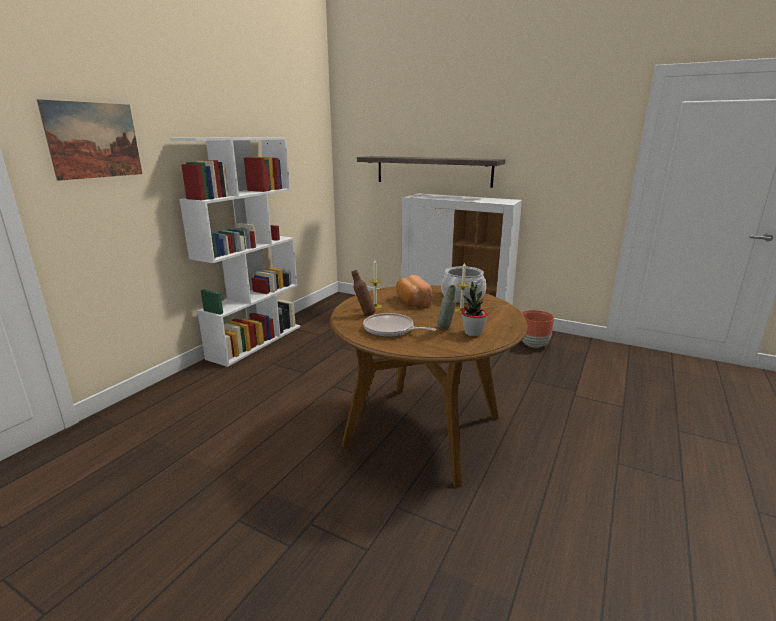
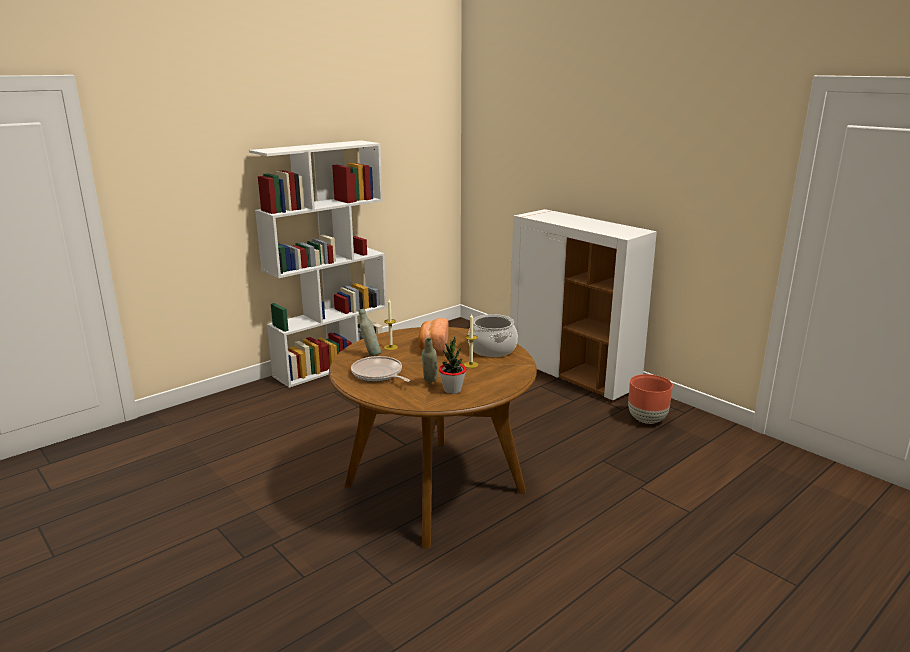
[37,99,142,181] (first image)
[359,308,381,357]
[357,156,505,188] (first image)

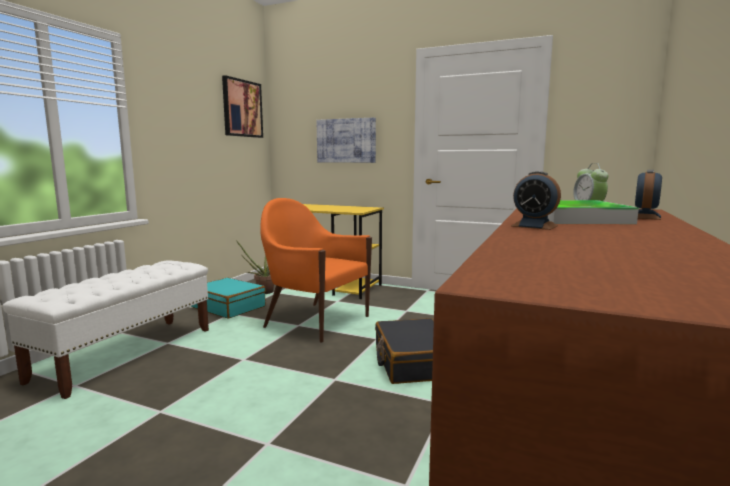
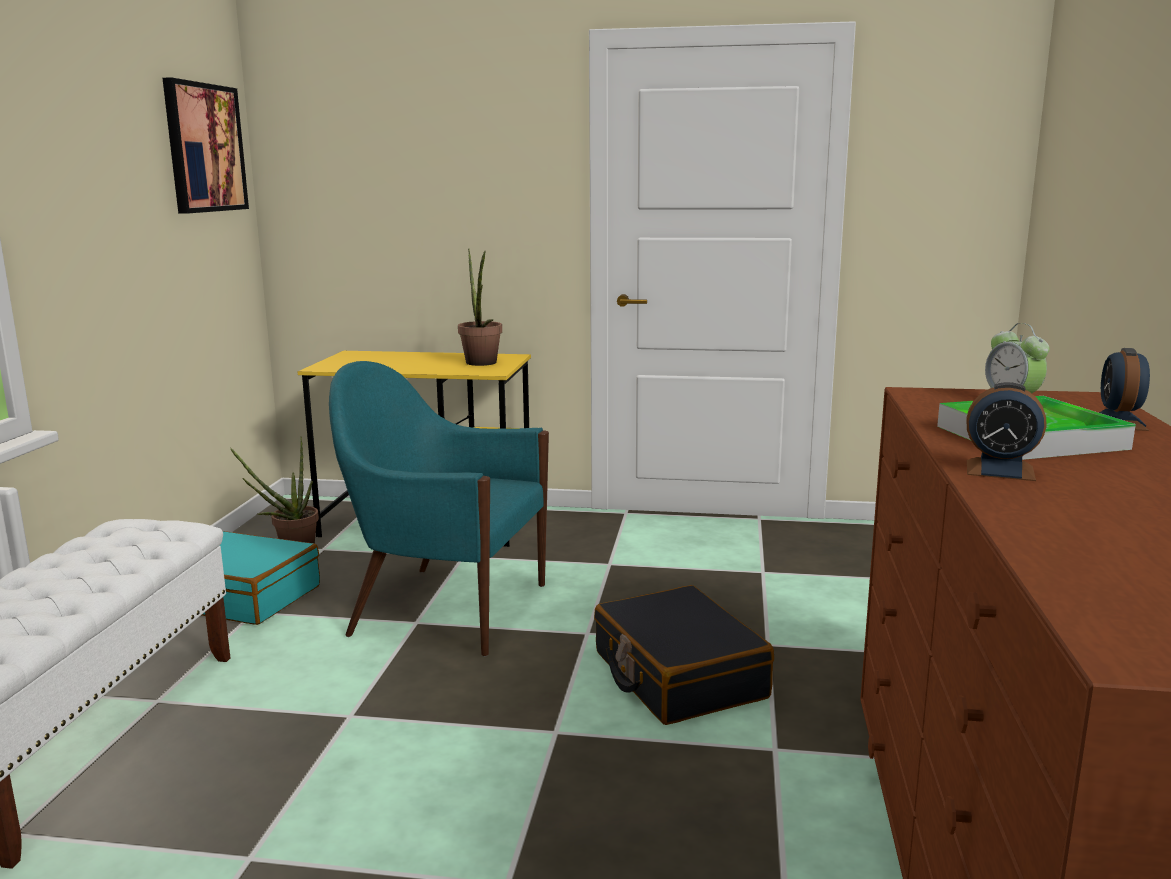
[329,361,549,657]
[317,117,376,163] (first image)
[458,249,502,366]

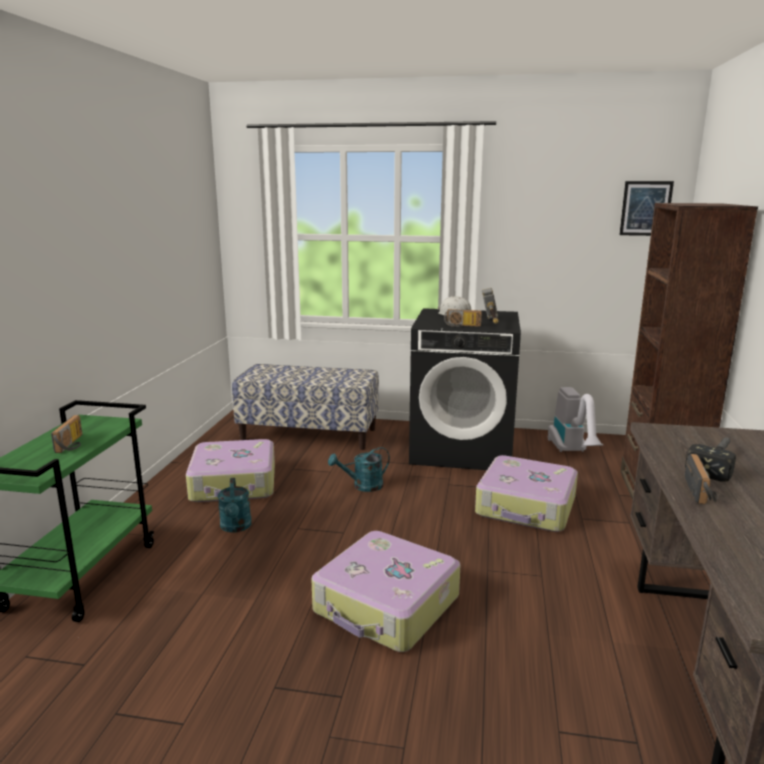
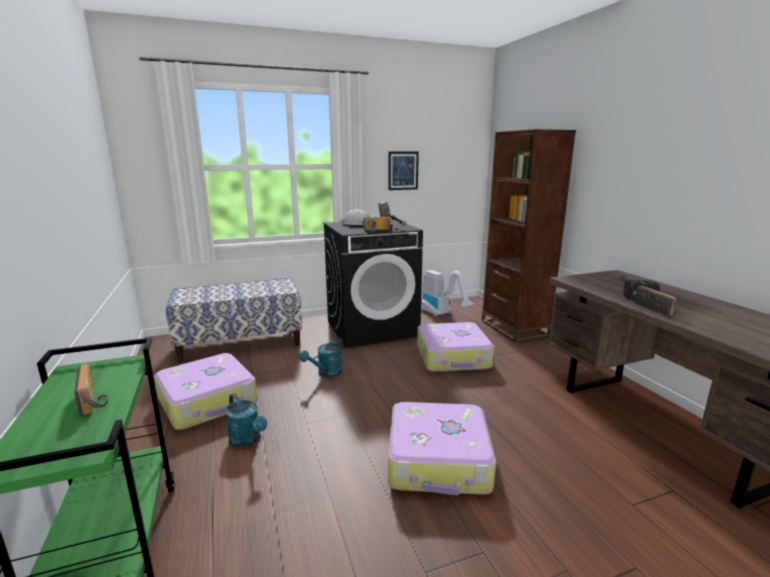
[388,152,419,190]

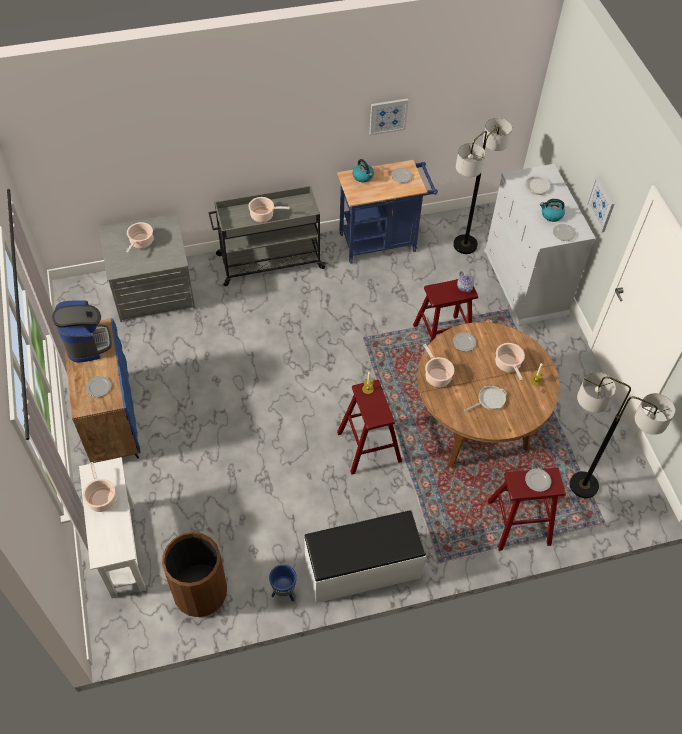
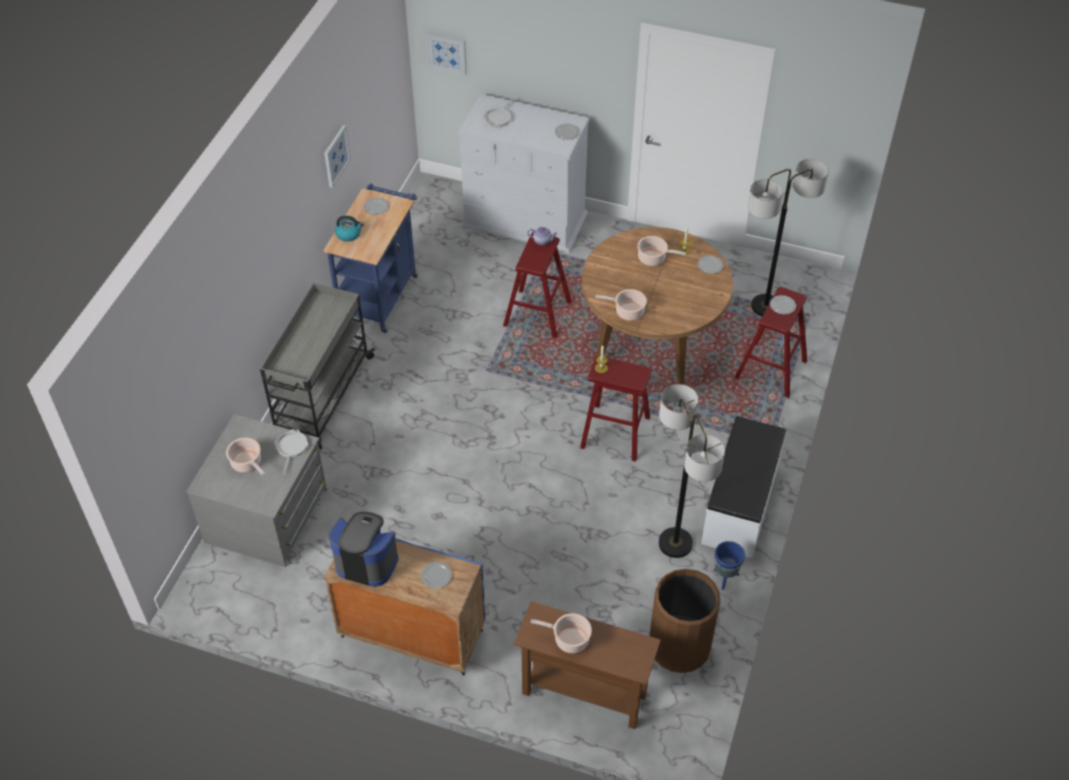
[514,601,661,729]
[248,197,290,222] (first image)
[659,384,725,558]
[698,256,723,274]
[275,429,308,475]
[540,199,565,222] (first image)
[425,32,467,76]

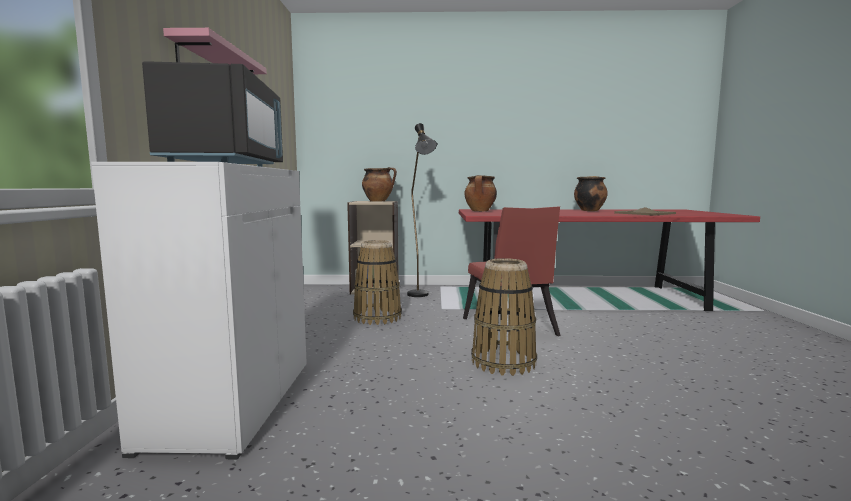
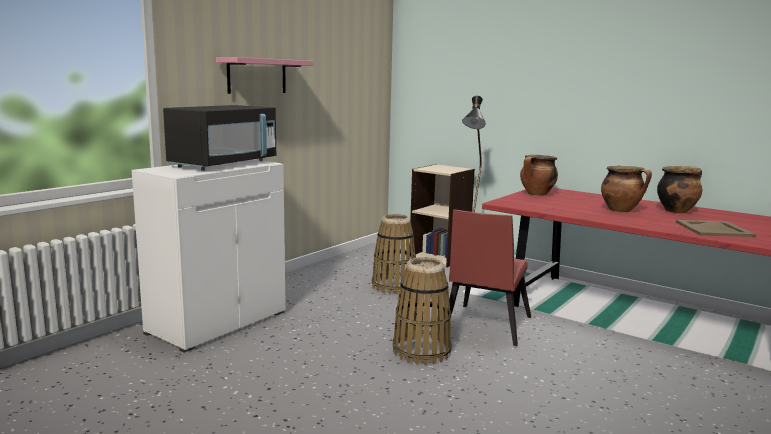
[601,166,652,212]

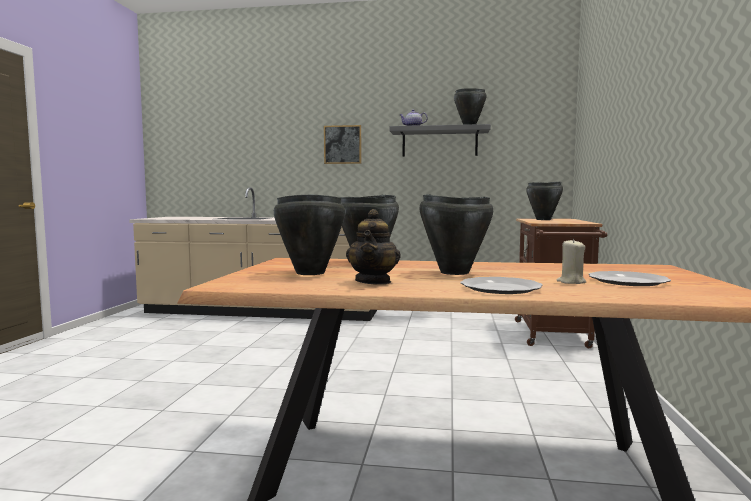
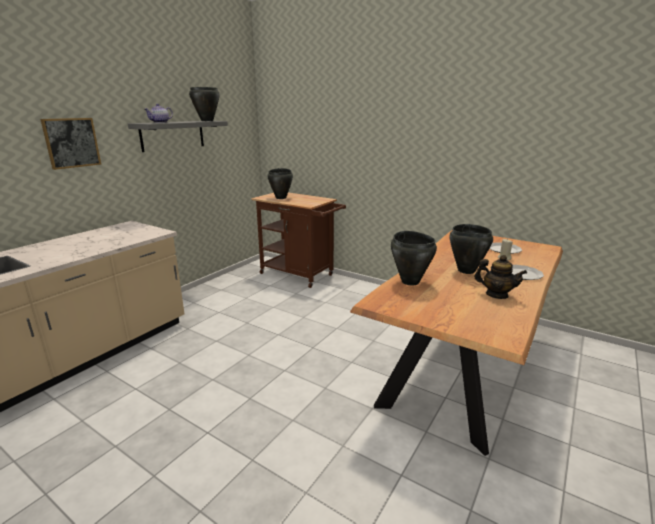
[274,194,345,275] (first image)

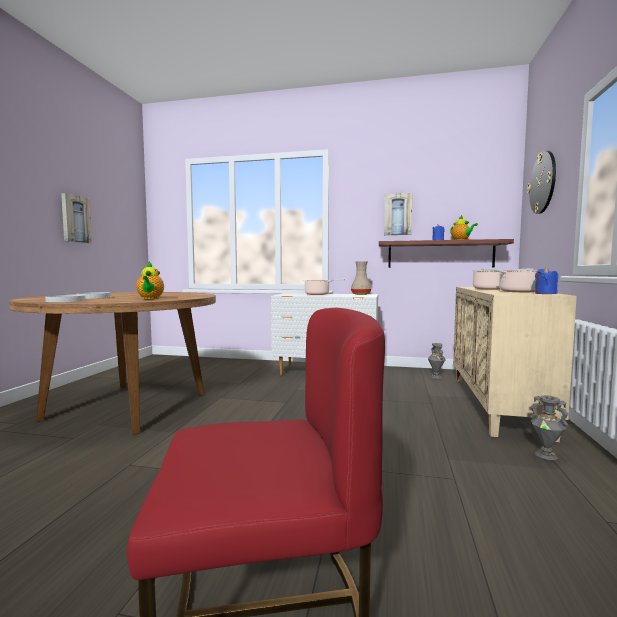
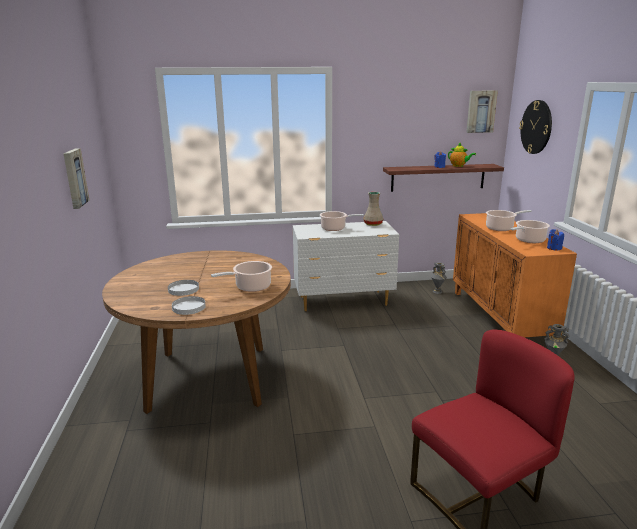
[211,261,272,292]
[466,90,498,133]
[453,213,577,338]

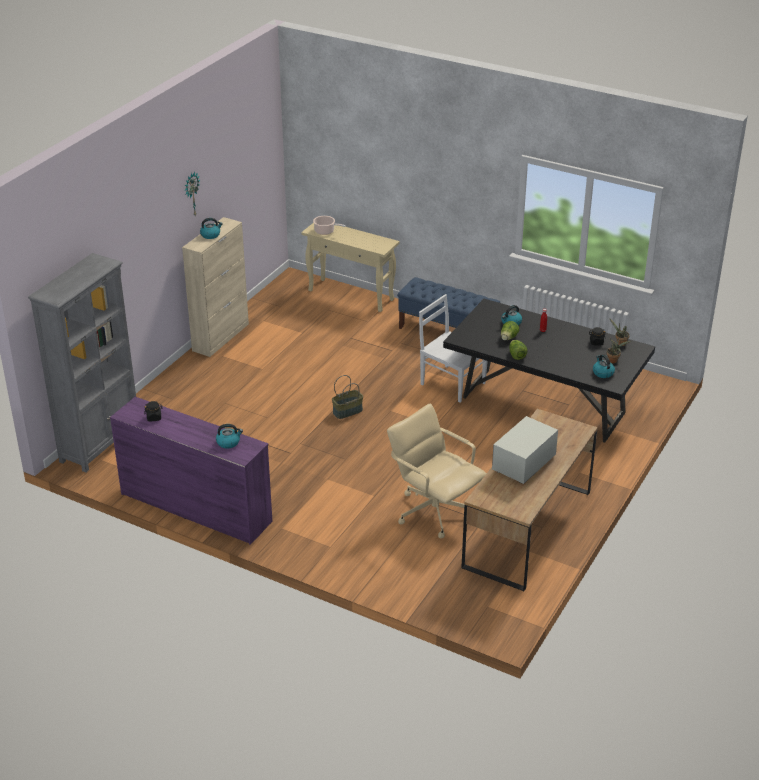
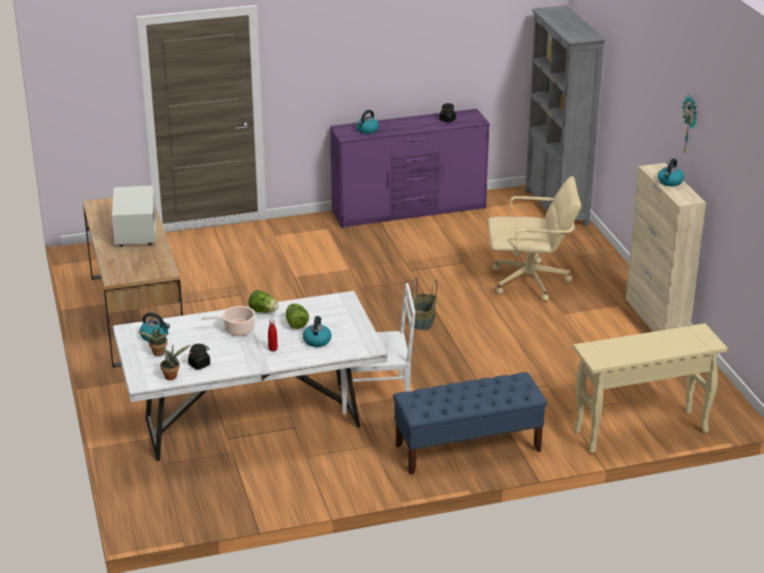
[201,306,256,336]
[488,176,581,301]
[113,291,388,461]

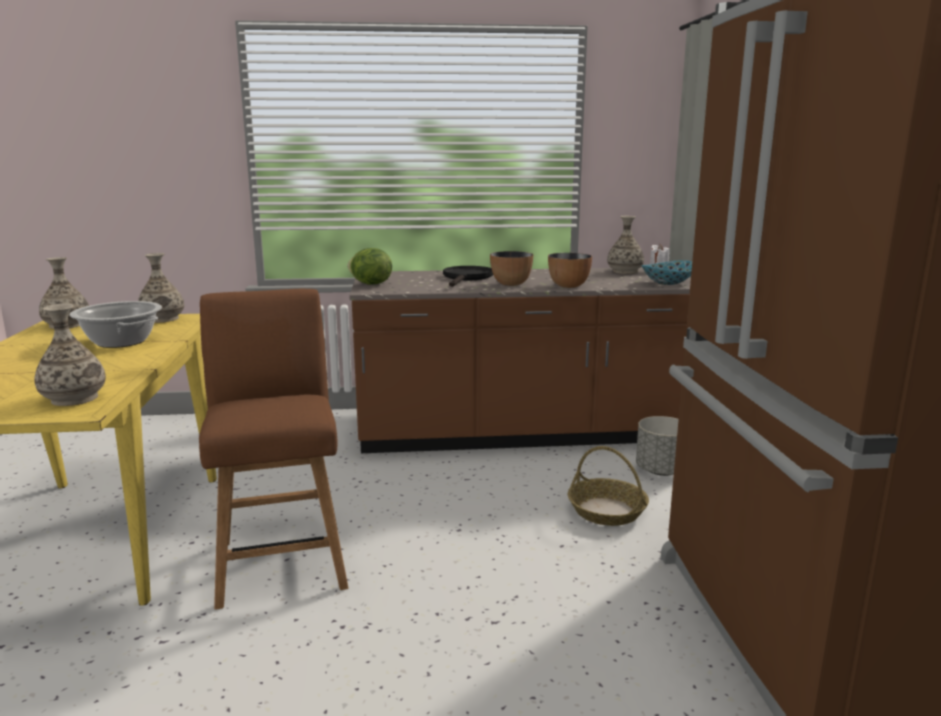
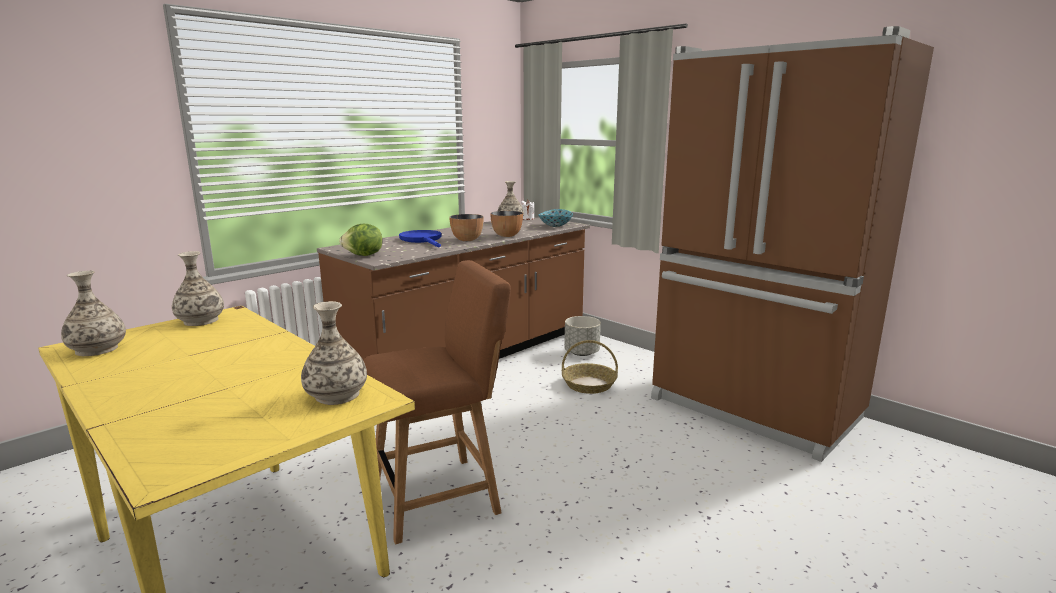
[70,301,162,348] (first image)
[363,260,511,545]
[399,230,442,247]

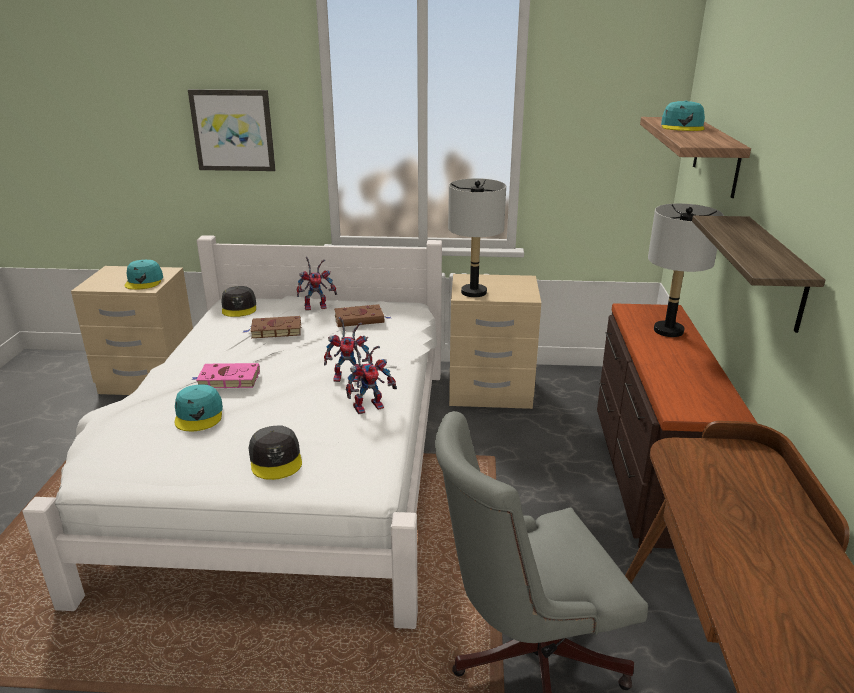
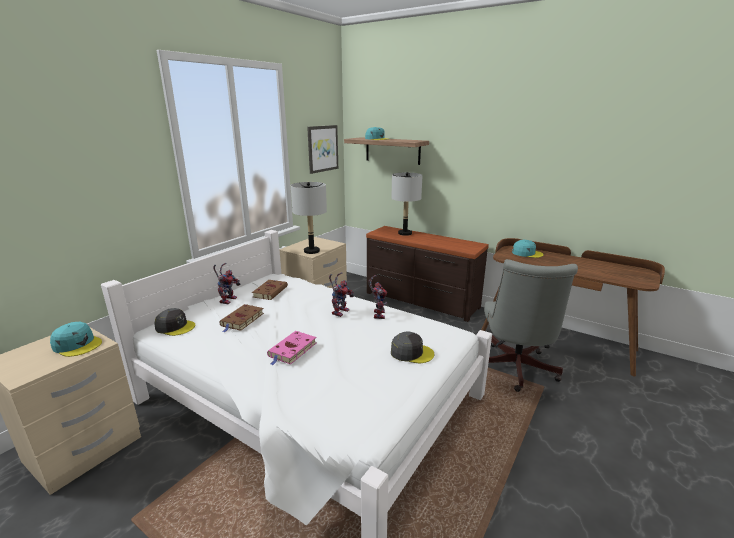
[512,240,544,258]
[307,125,338,174]
[692,216,825,333] (first image)

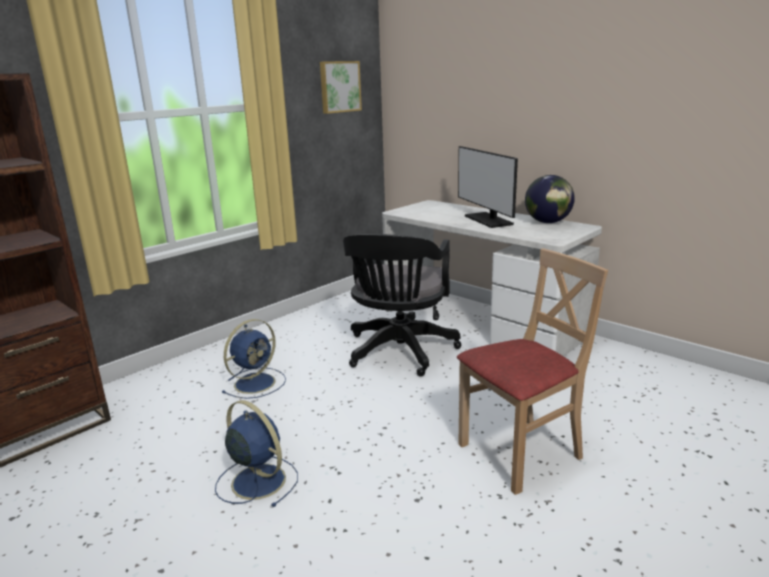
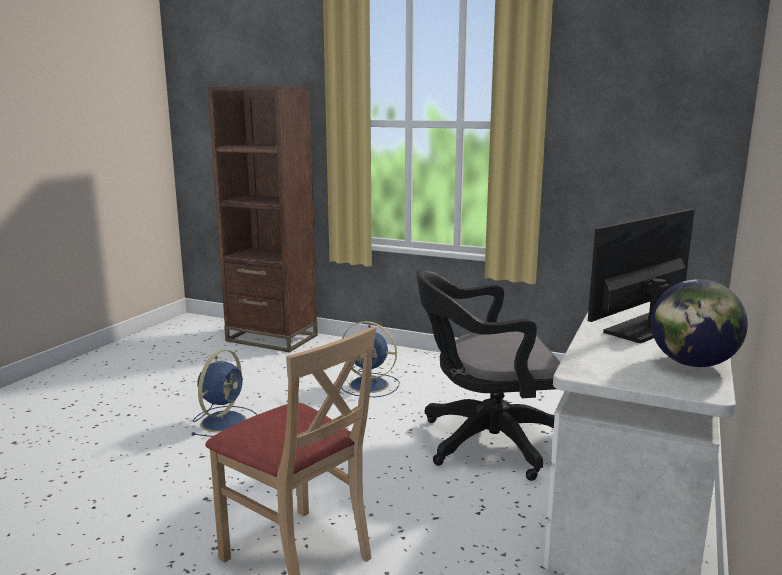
[320,61,362,114] (first image)

